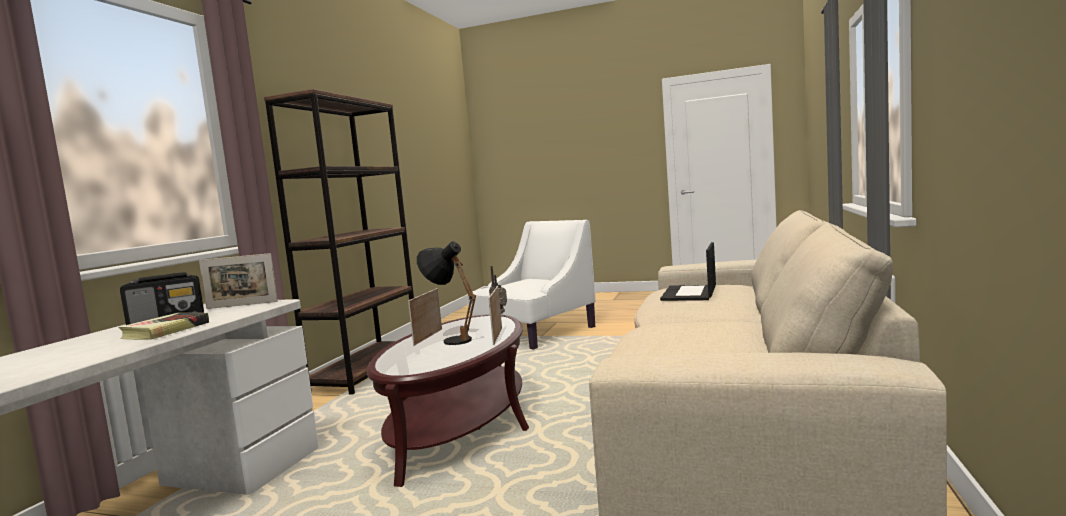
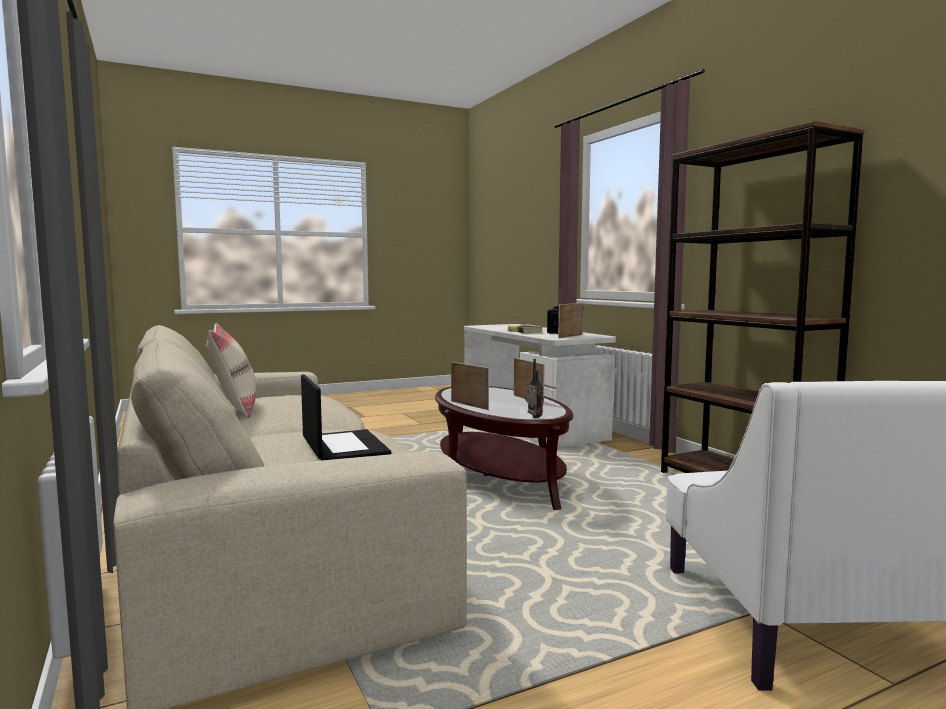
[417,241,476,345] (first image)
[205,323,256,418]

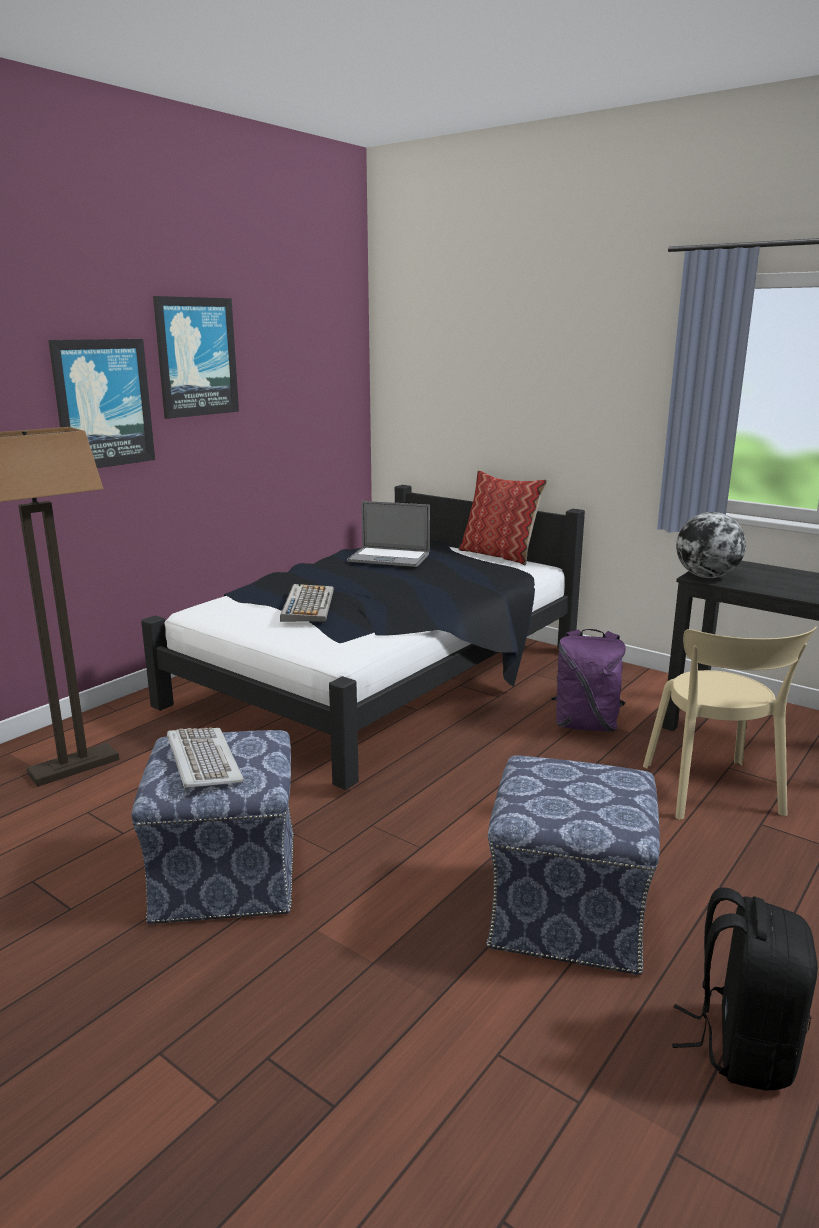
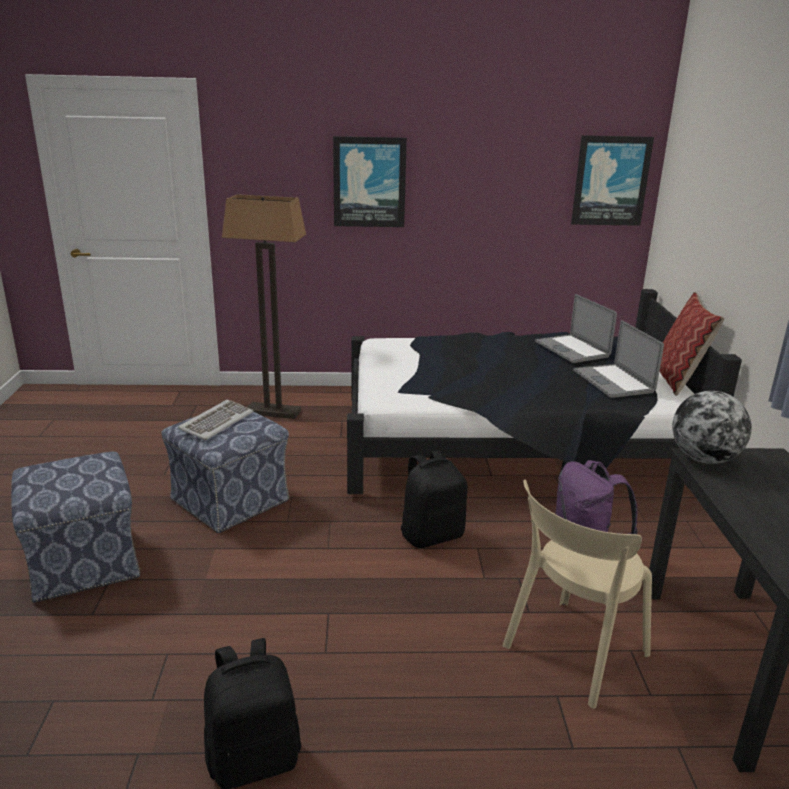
[571,135,654,226]
[280,584,334,622] (first image)
[11,452,141,603]
[401,450,467,548]
[573,320,664,398]

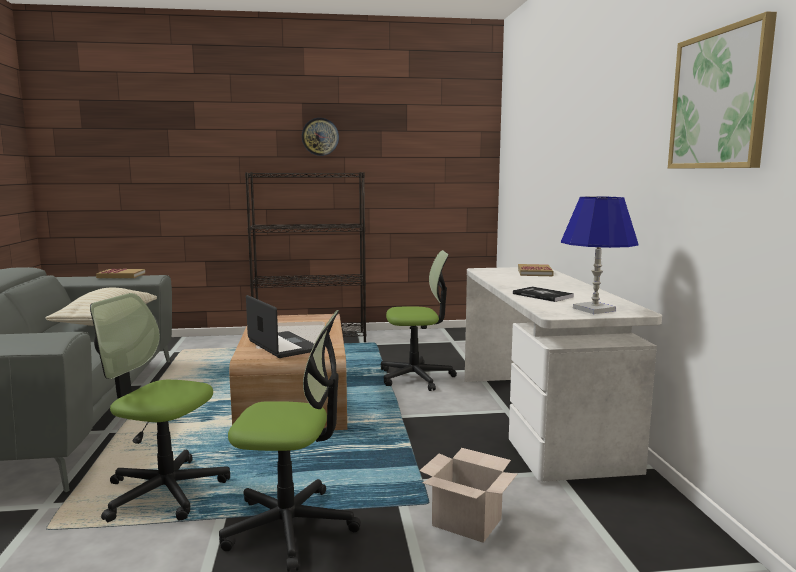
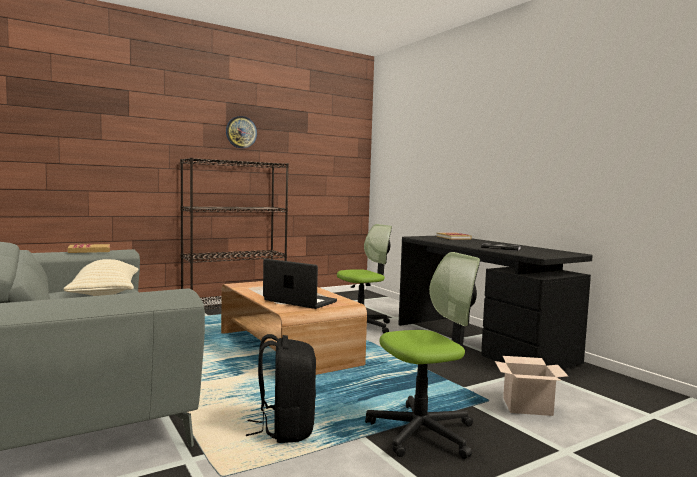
[246,334,316,443]
[398,236,593,369]
[561,196,638,314] (first image)
[668,11,777,169] (first image)

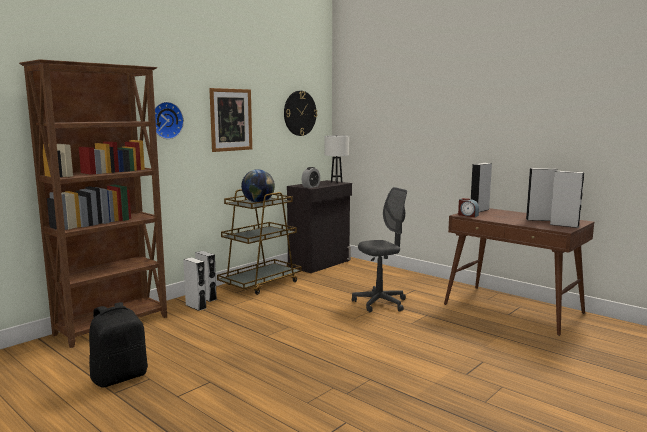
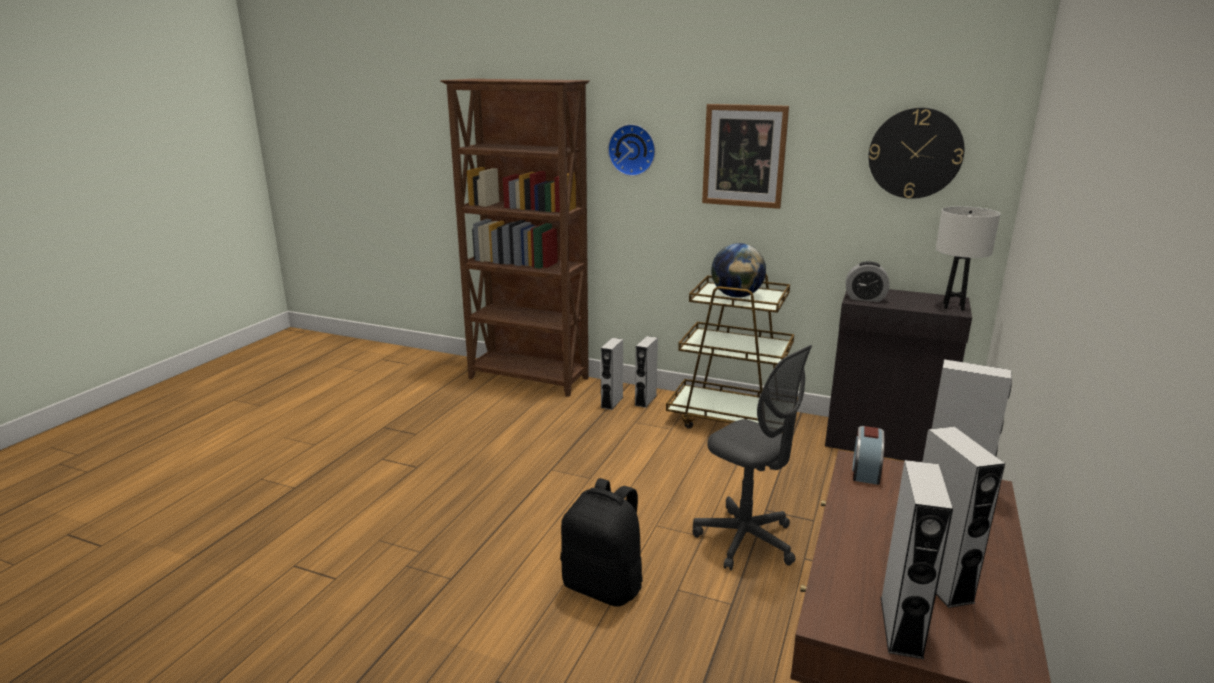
[560,478,643,607]

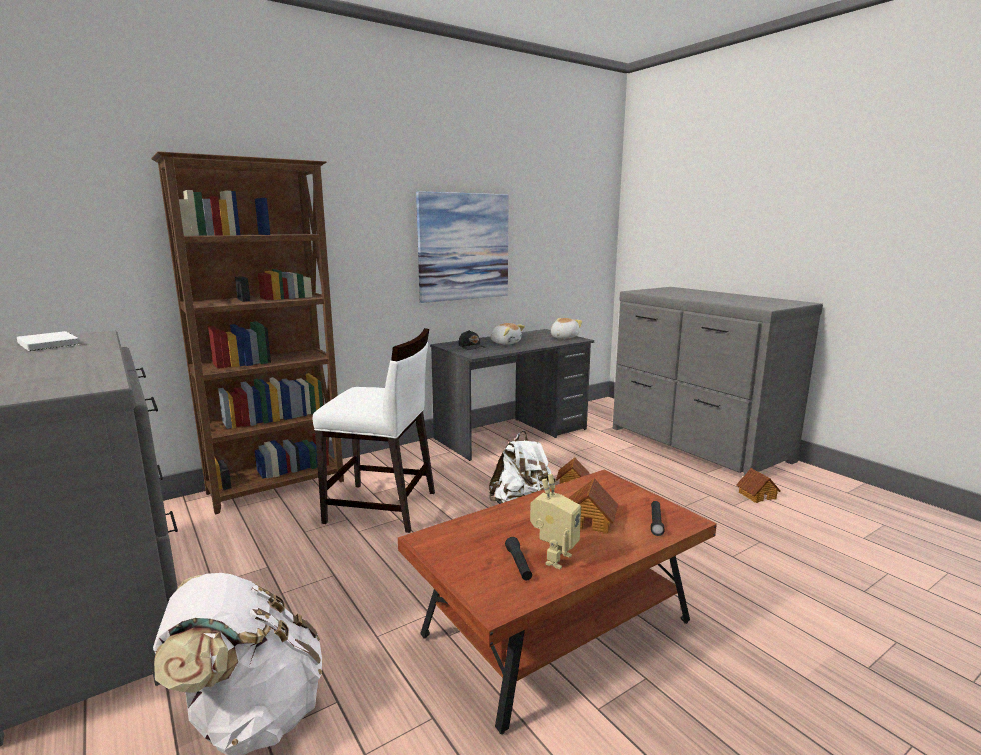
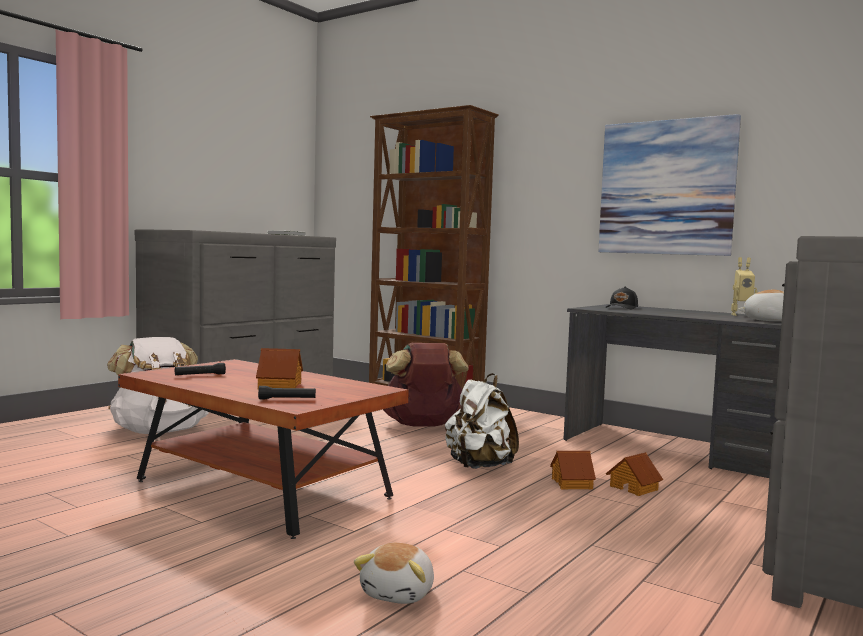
[383,343,469,427]
[354,543,434,604]
[731,257,758,316]
[606,452,663,496]

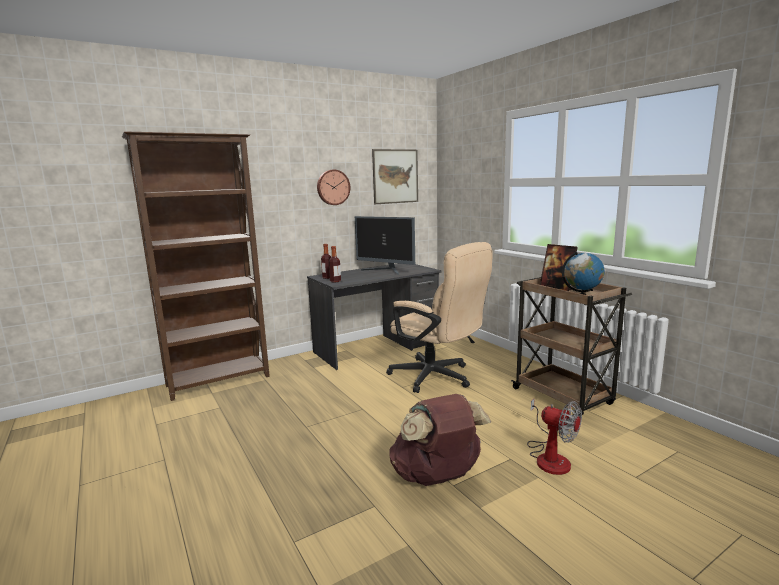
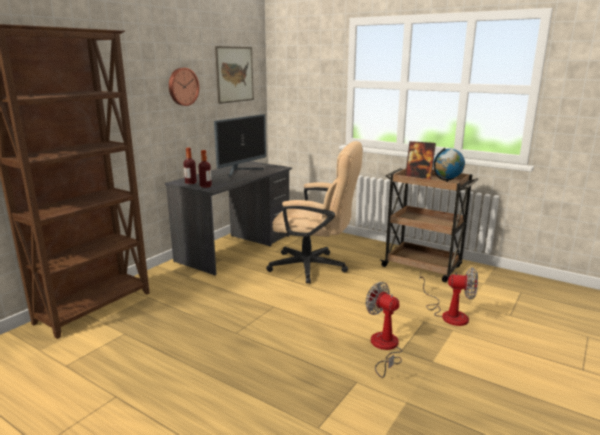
[214,114,266,178]
[365,282,402,378]

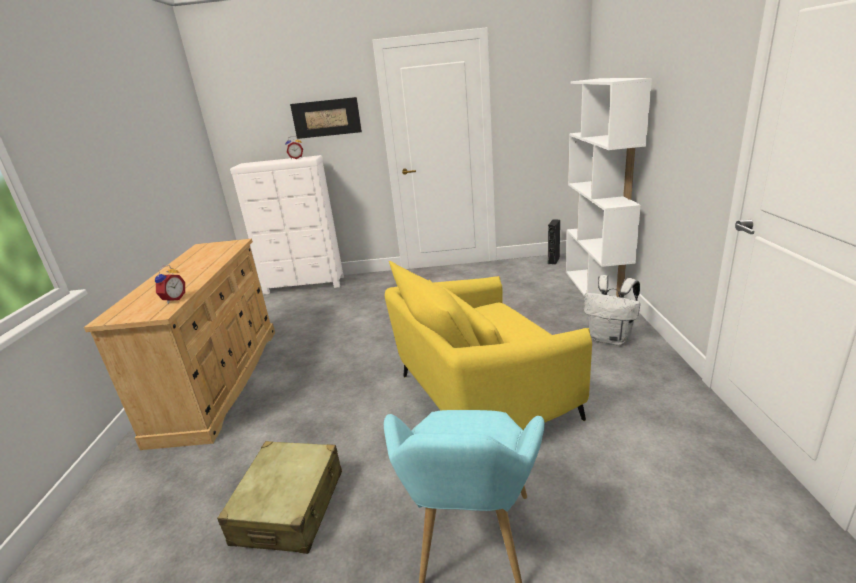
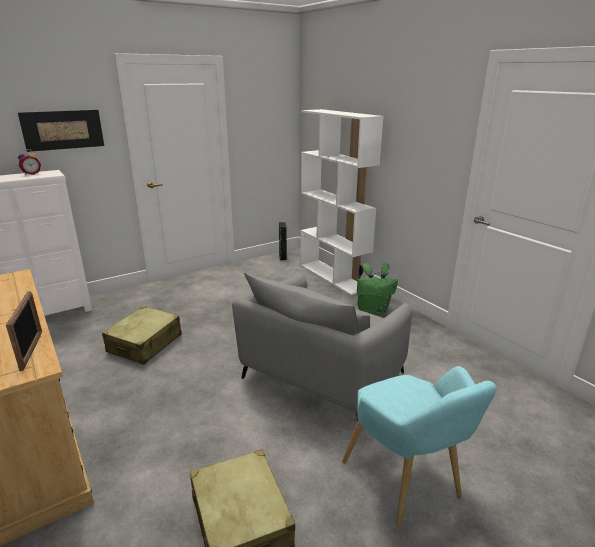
[6,291,42,371]
[232,273,412,422]
[357,263,398,315]
[102,306,182,365]

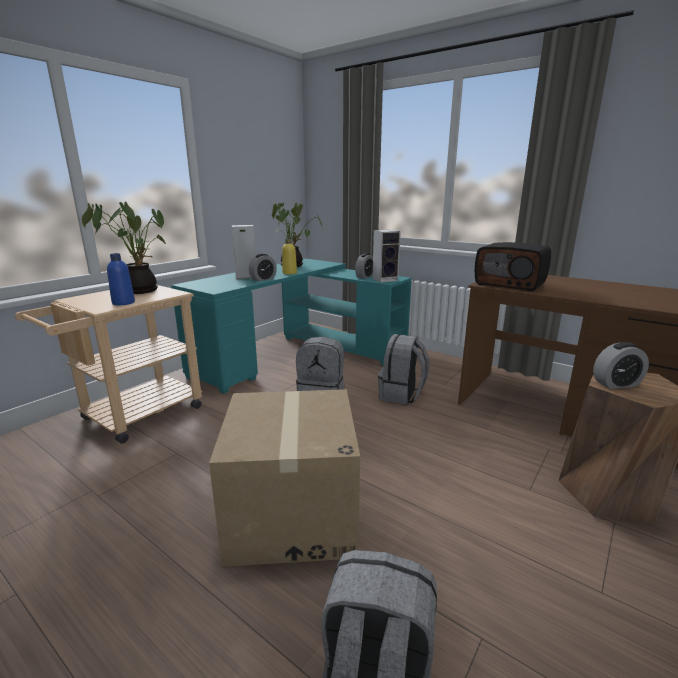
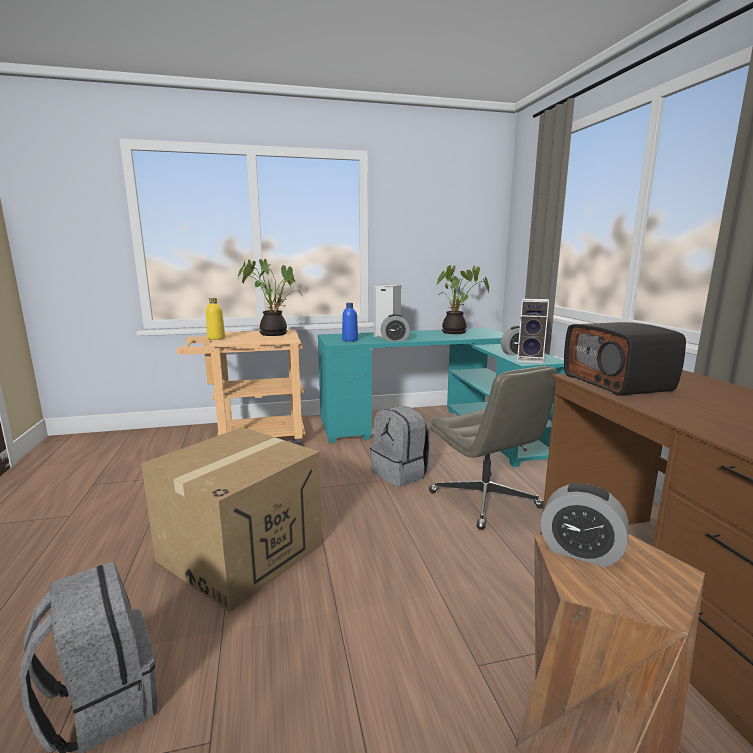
[342,303,358,342]
[206,298,225,340]
[429,366,558,530]

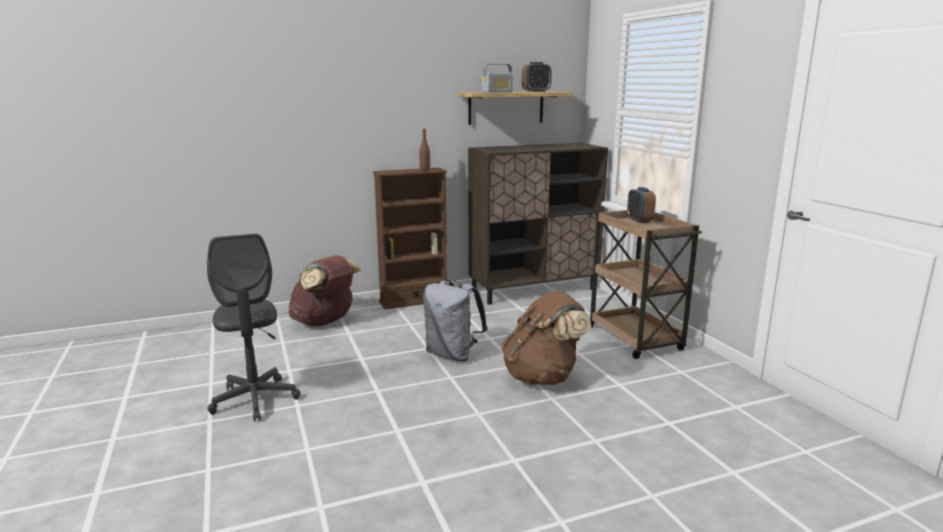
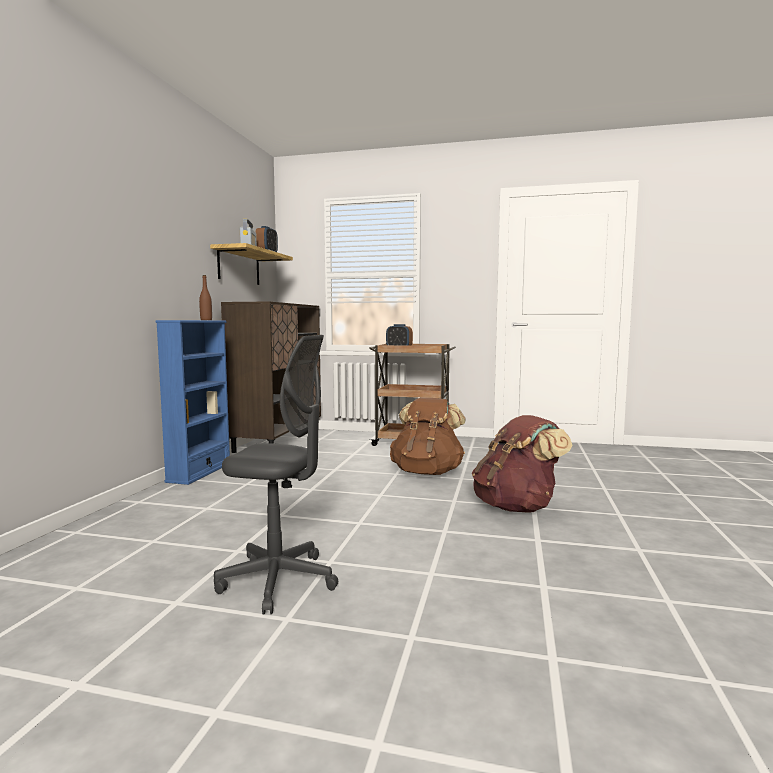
[472,415,573,513]
[155,320,230,485]
[423,280,488,361] (first image)

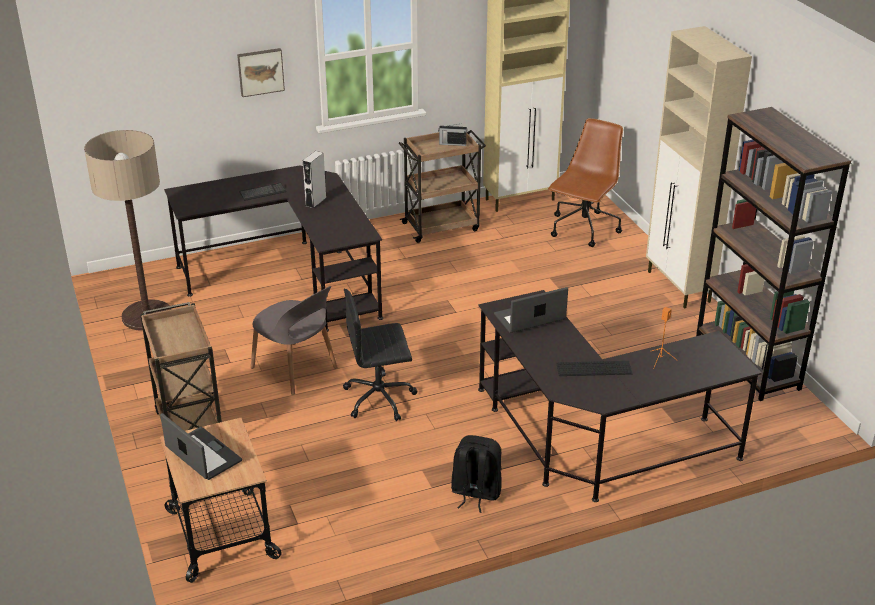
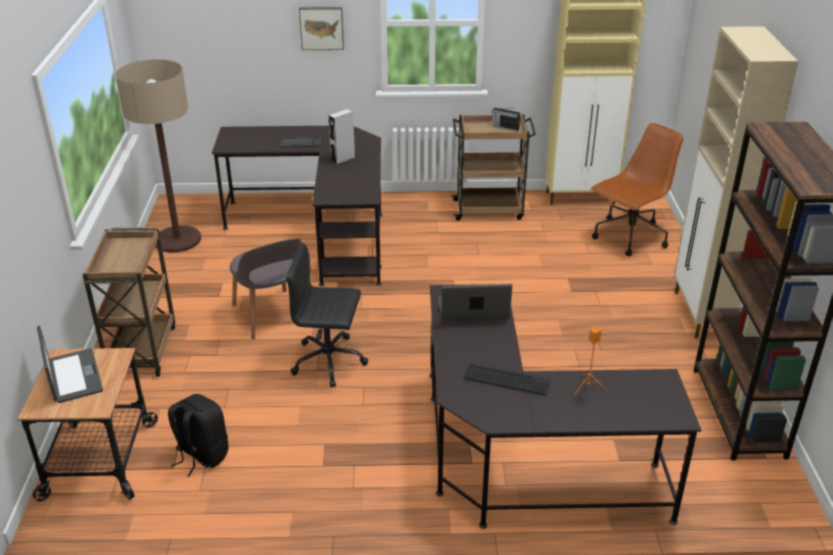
[168,394,229,477]

